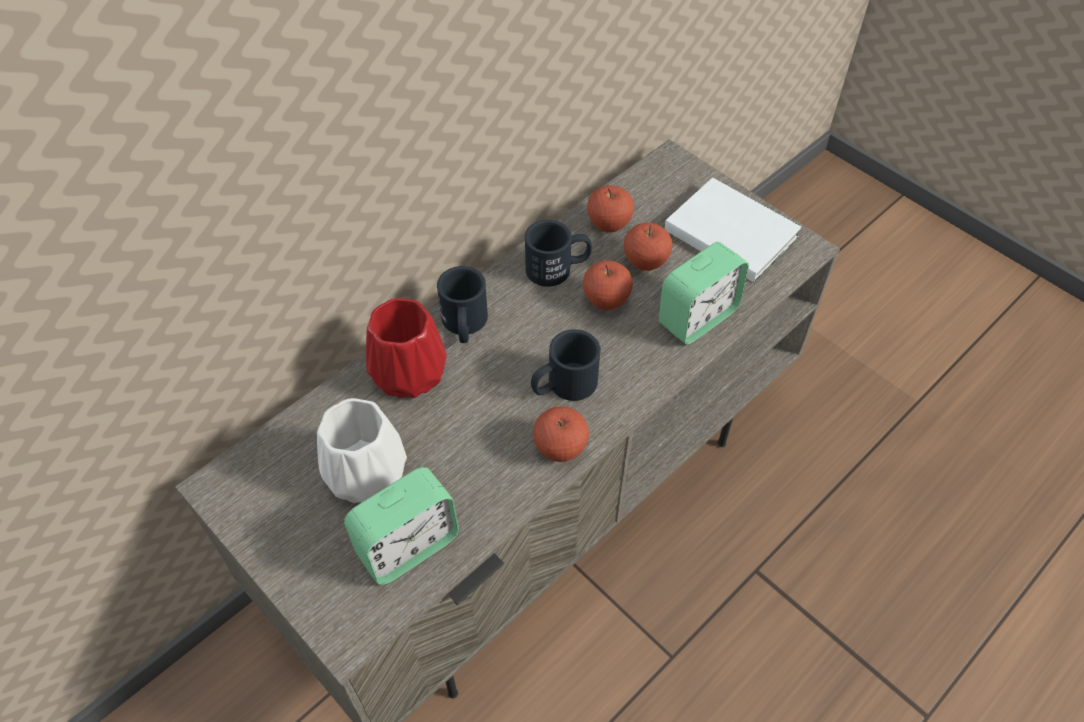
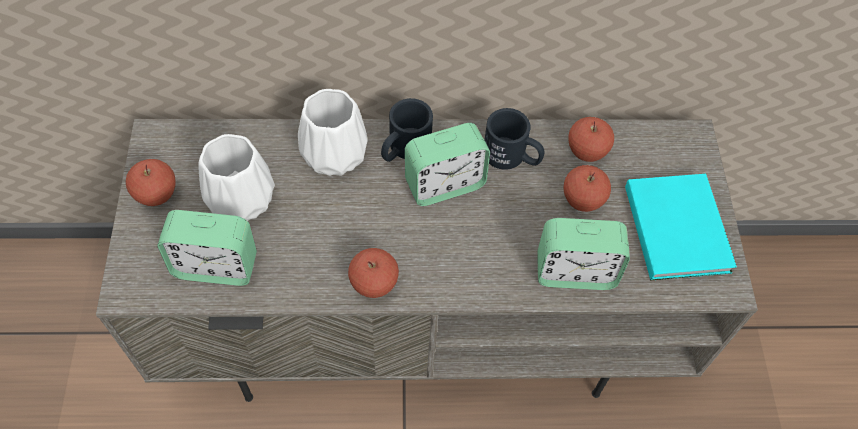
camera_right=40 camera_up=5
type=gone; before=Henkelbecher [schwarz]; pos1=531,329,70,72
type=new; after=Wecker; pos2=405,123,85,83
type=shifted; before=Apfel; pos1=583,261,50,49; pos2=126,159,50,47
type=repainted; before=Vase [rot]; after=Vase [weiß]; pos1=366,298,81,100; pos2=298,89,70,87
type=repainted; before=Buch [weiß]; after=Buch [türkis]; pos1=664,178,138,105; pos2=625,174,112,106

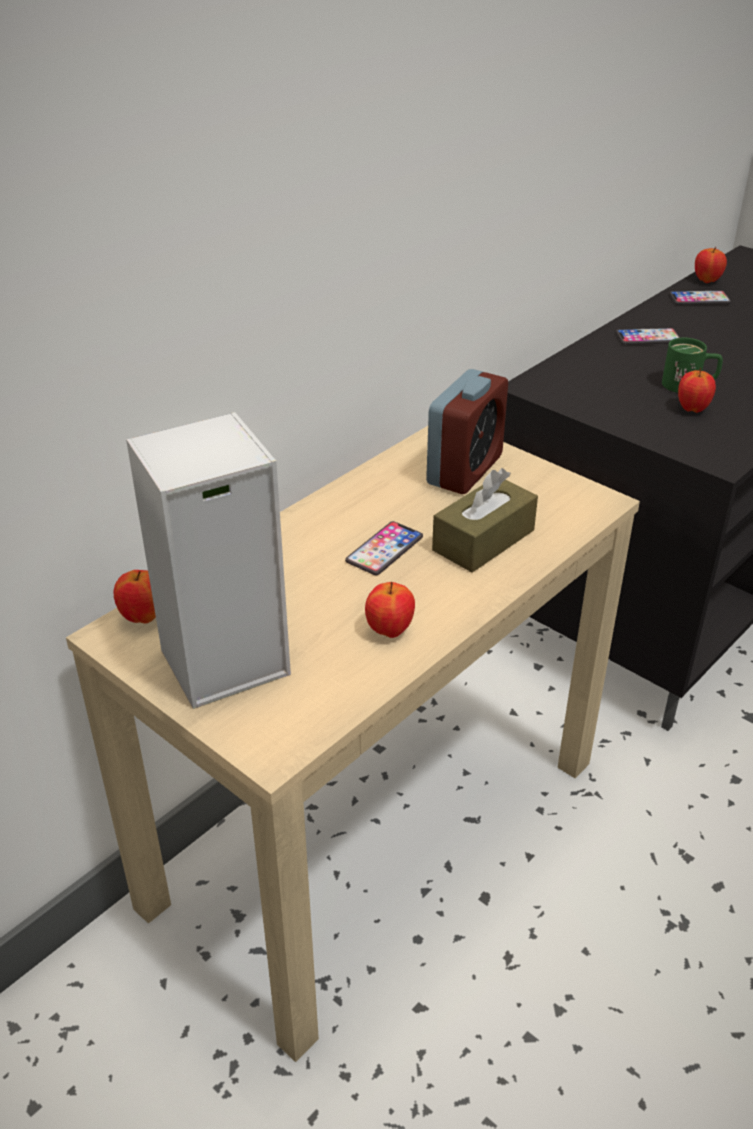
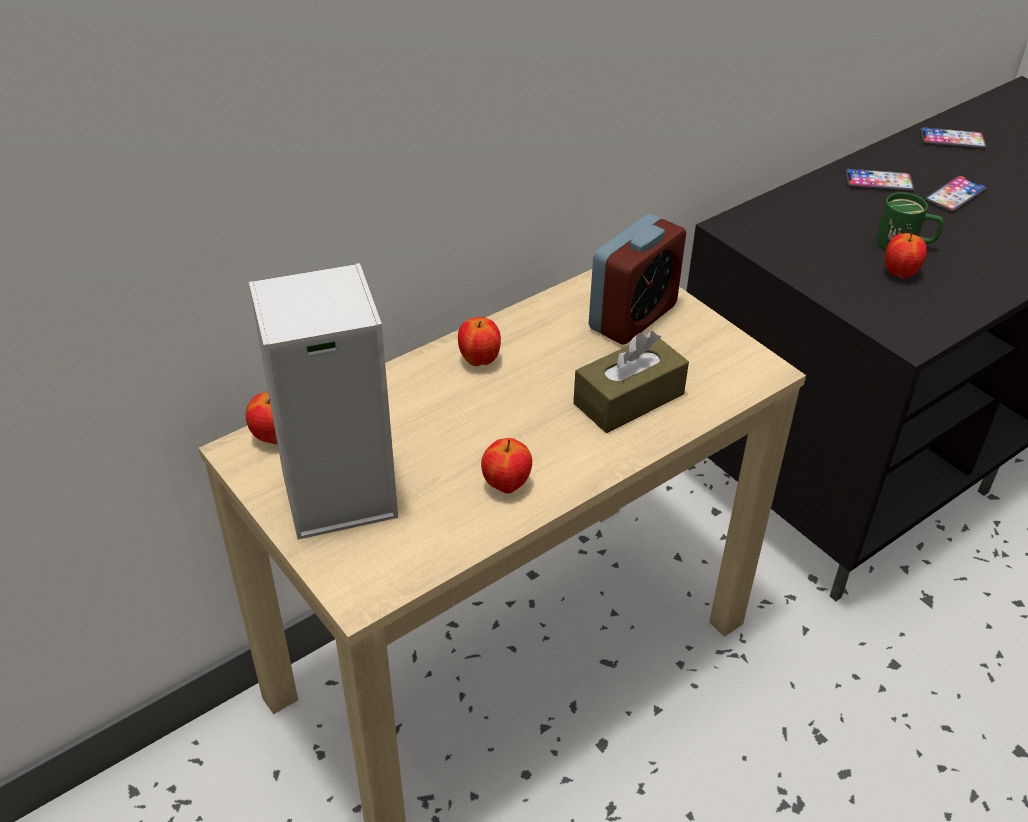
camera_right=10 camera_up=5
type=shifted; before=Handy; pos1=345,521,78,54; pos2=925,176,62,37
type=shifted; before=Apfel; pos1=695,247,32,36; pos2=458,317,43,49

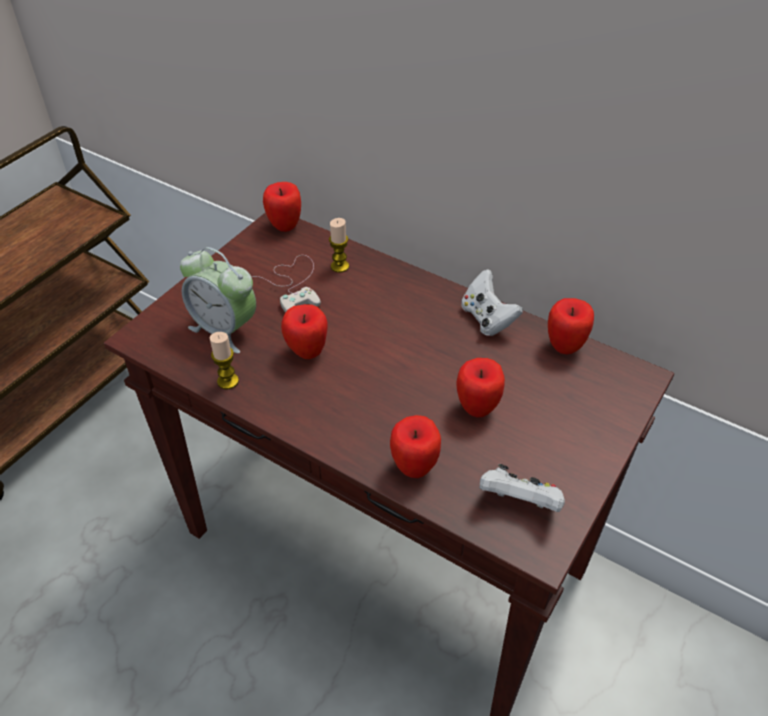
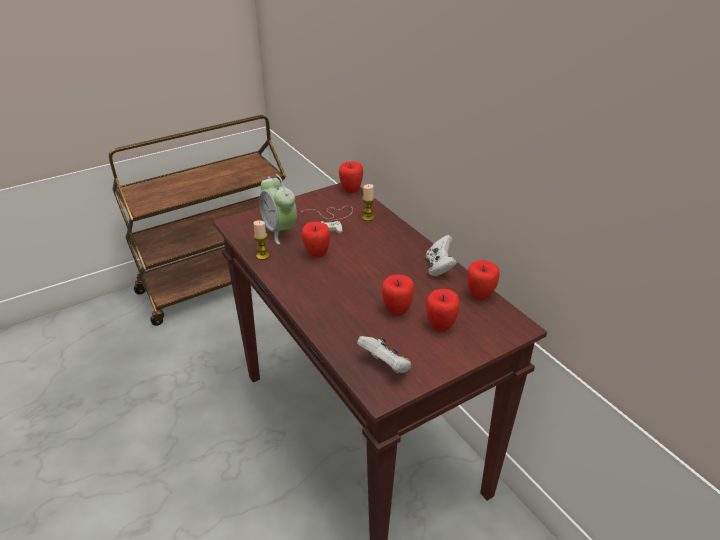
camera_right=25 camera_up=-10
type=shifted; before=Apfel; pos1=390,415,51,63; pos2=426,289,33,42

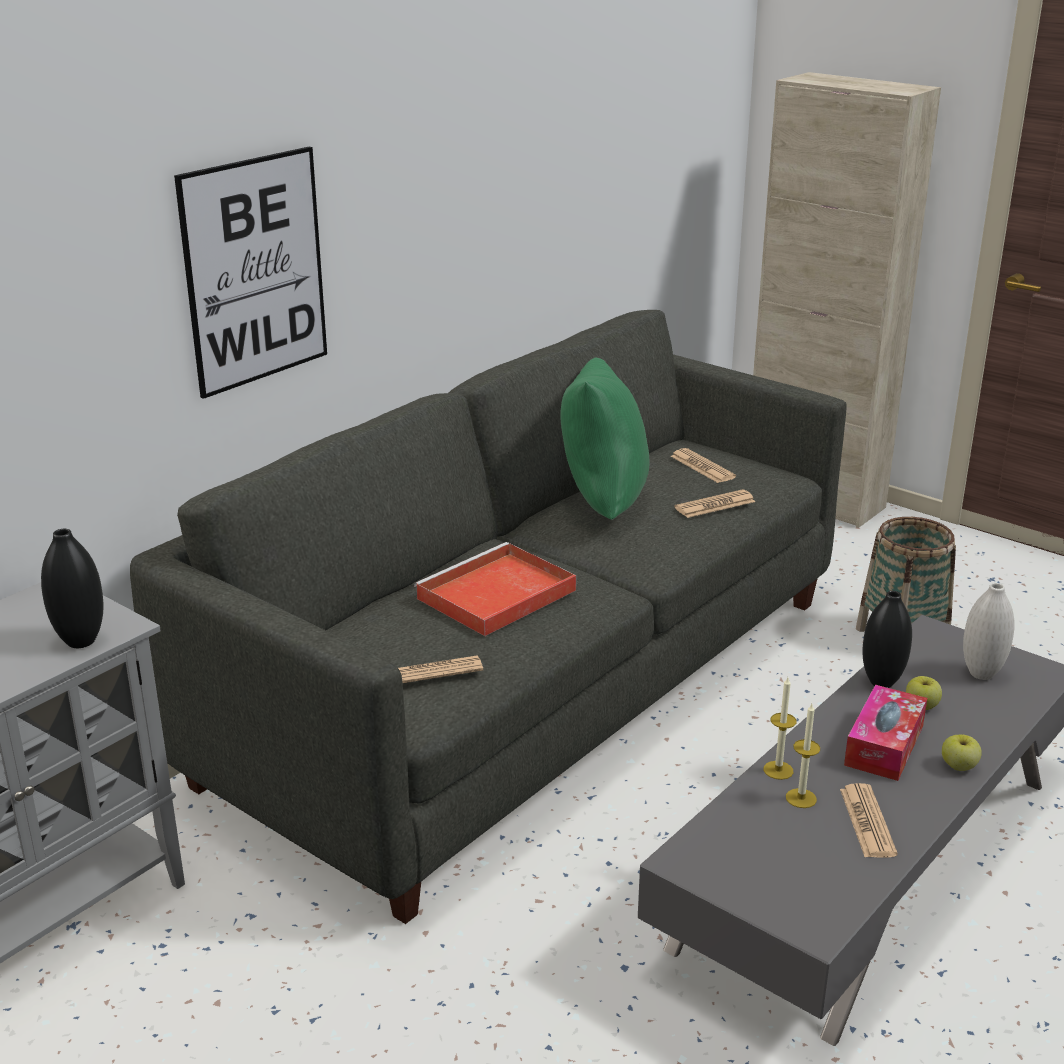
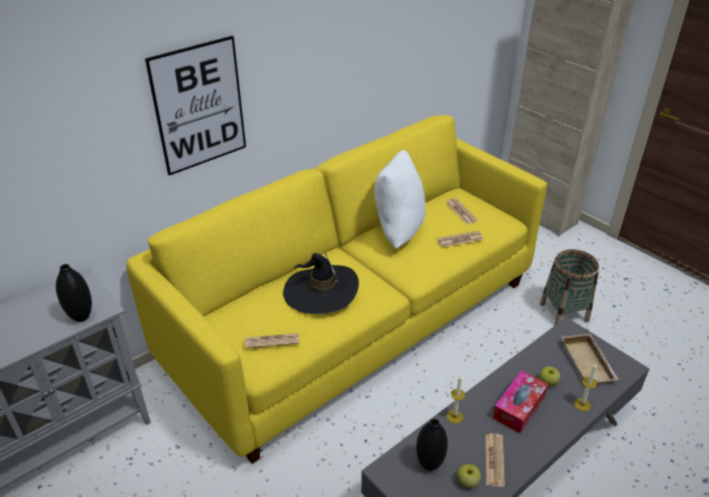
camera_right=10 camera_up=10
type=shifted; before=Kerze; pos1=786,704,34,104; pos2=574,363,23,48
type=shifted; before=Vase [schwarz]; pos1=862,591,50,97; pos2=416,419,32,52
type=shifted; before=Apfel; pos1=942,735,40,36; pos2=457,464,24,24
type=swapped; before=Tablett [rot]; after=Hut [schwarz]; pos1=414,542,162,94; pos2=283,251,76,63
type=swapped; before=Vase [weiß]; after=Tablett [beige]; pos1=963,583,52,97; pos2=562,334,57,51
type=repainted; before=Sofa [grau]; after=Sofa [gelb]; pos1=130,310,717,614; pos2=127,115,420,349
type=repainted; before=Kissen [grün]; after=Kissen [weiß]; pos1=560,357,90,163; pos2=374,150,52,99

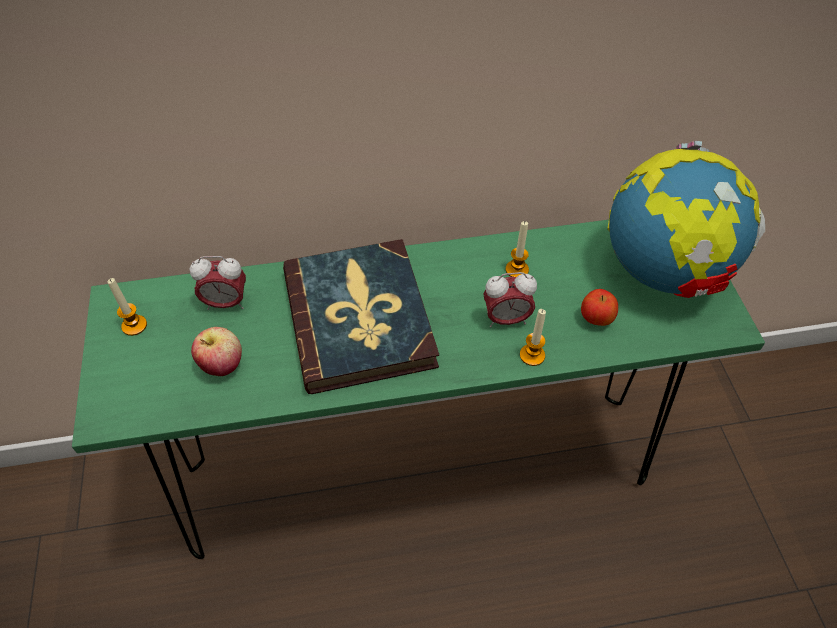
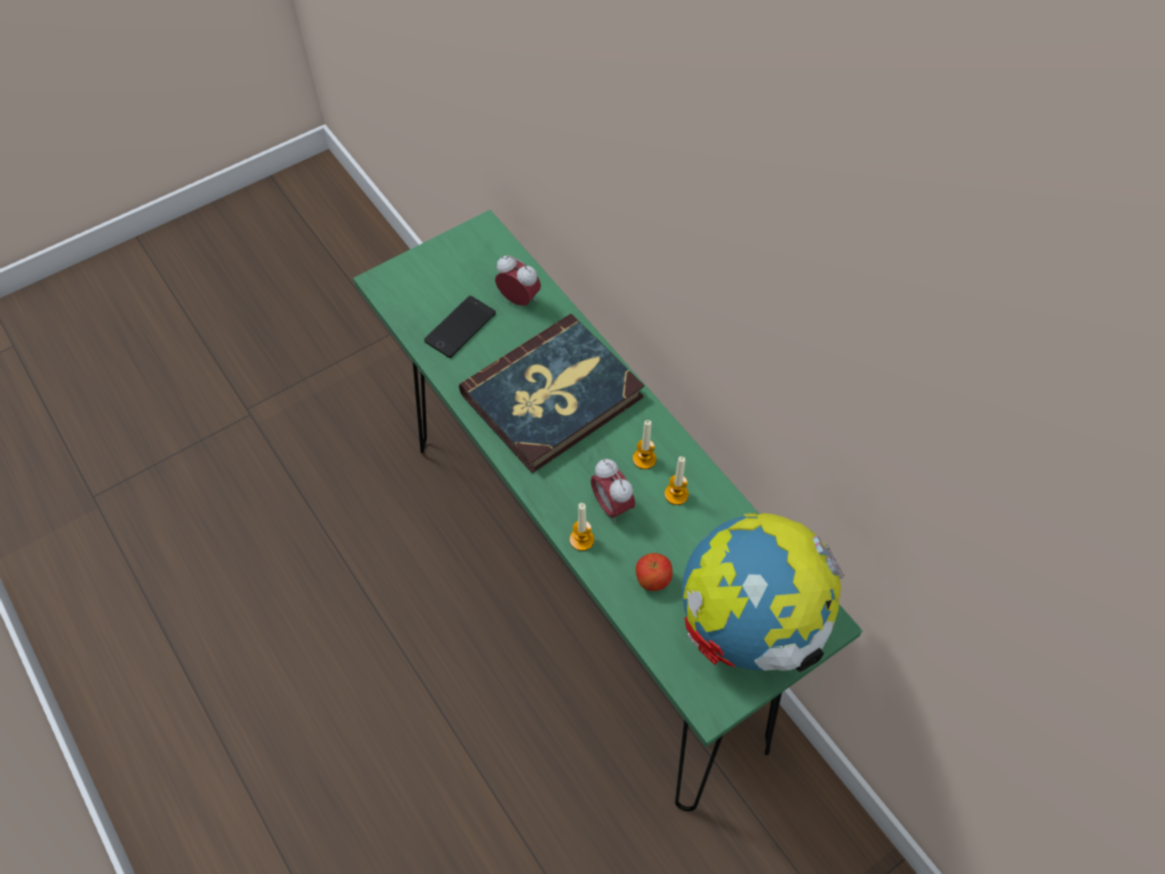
camera_right=65 camera_up=5
type=shifted; before=Kerze; pos1=108,278,39,58; pos2=633,420,24,49
type=swapped; before=Apfel; after=Handy; pos1=191,327,51,49; pos2=424,296,72,62
type=rotated; before=Wecker; pos1=190,256,56,54; pos2=495,255,46,51; turn=150

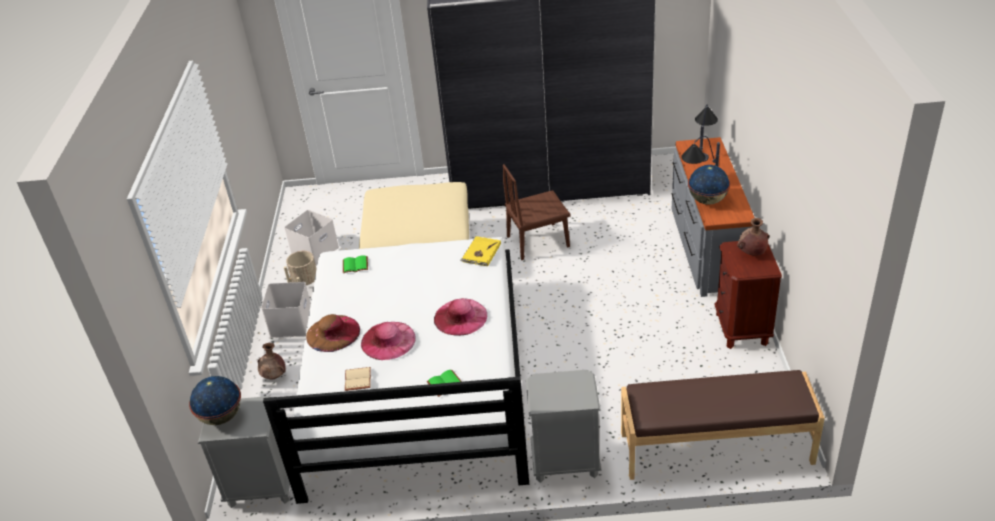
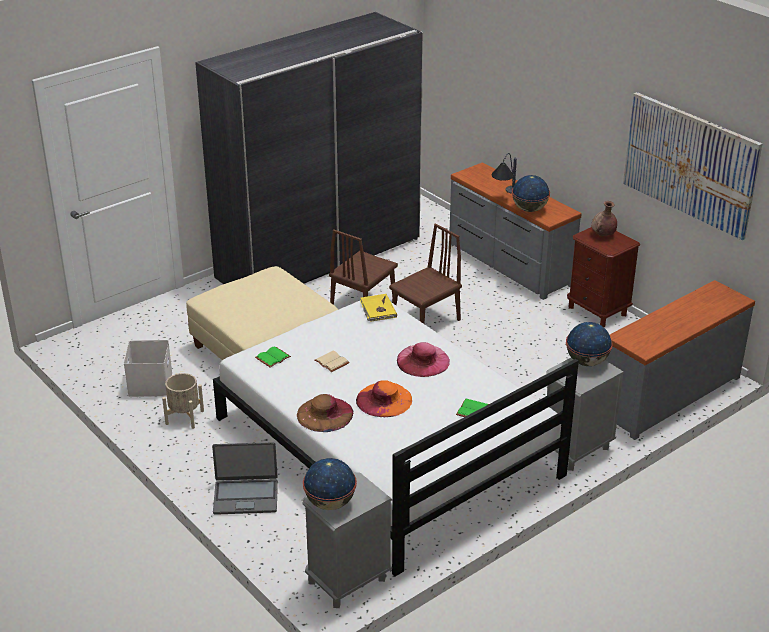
camera_right=-40 camera_up=-5
type=gone; before=Aufbewahrungsbox [weiß]; pos1=261,282,50,56
type=gone; before=Tischlampe; pos1=695,104,23,58
type=new; after=Stuhl [braun]; pos2=389,223,73,101
type=new; after=Globus; pos2=566,322,47,44
type=new; after=Bild; pos2=623,92,139,148
type=shifted; before=Buch [beige]; pos1=345,367,26,24; pos2=314,351,36,21
type=swapped; before=Vase [braun]; after=Laptop; pos1=258,343,28,36; pos2=212,442,66,73
type=swapped; before=Bank [braun]; after=Kommode [grau]; pos1=621,370,204,110; pos2=605,280,150,160
type=repainted; before=Hut [rosa]; after=Hut [orange]; pos1=361,322,55,38; pos2=356,380,56,37

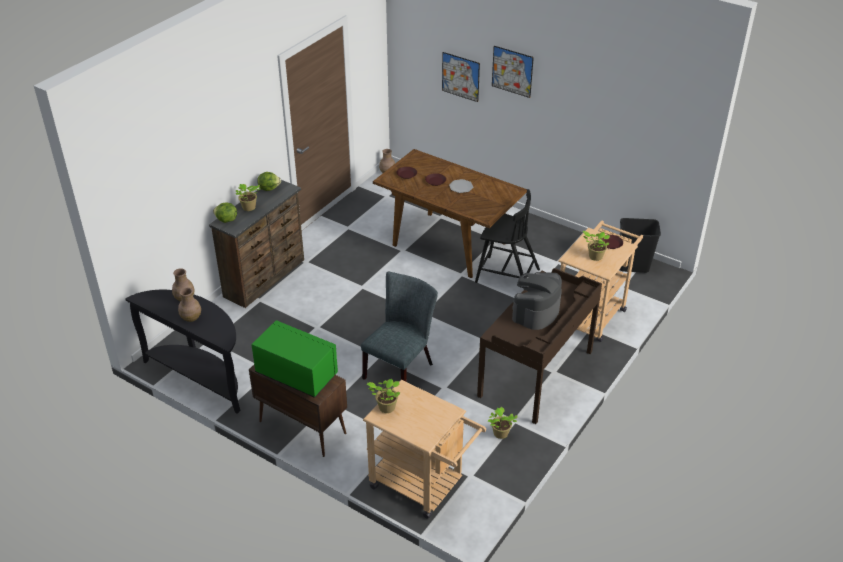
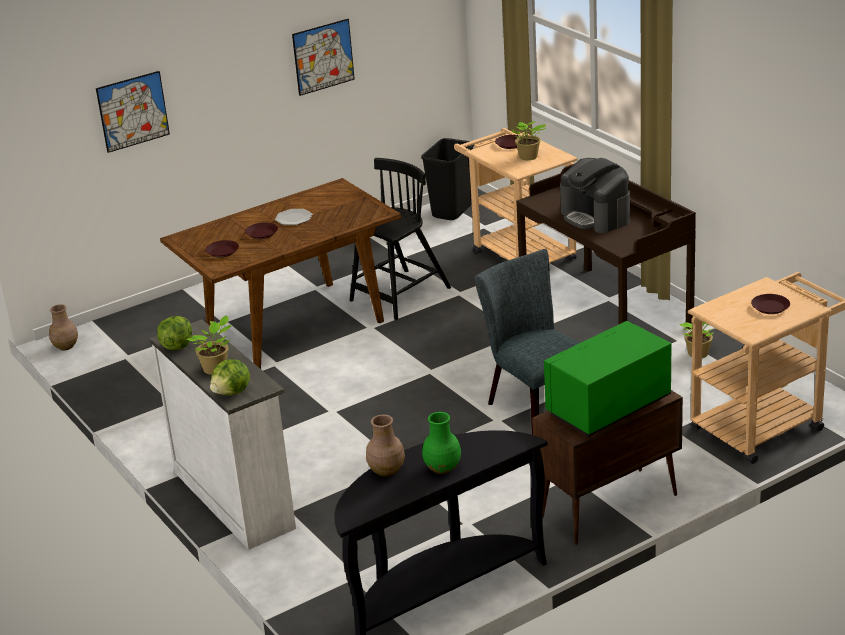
camera_right=-65 camera_up=-10
type=gone; before=Topfpflanze; pos1=367,378,33,35
type=new; after=Teller [braun]; pos2=751,294,39,20
type=shifted; before=Bild; pos1=492,46,42,52; pos2=292,19,63,77
type=repainted; before=Vase [braun]; after=Vase [grün]; pos1=178,288,23,34; pos2=422,412,39,62
type=repainted; before=Kommode [braun]; after=Kommode [weiß]; pos1=209,180,95,128; pos2=149,319,147,231

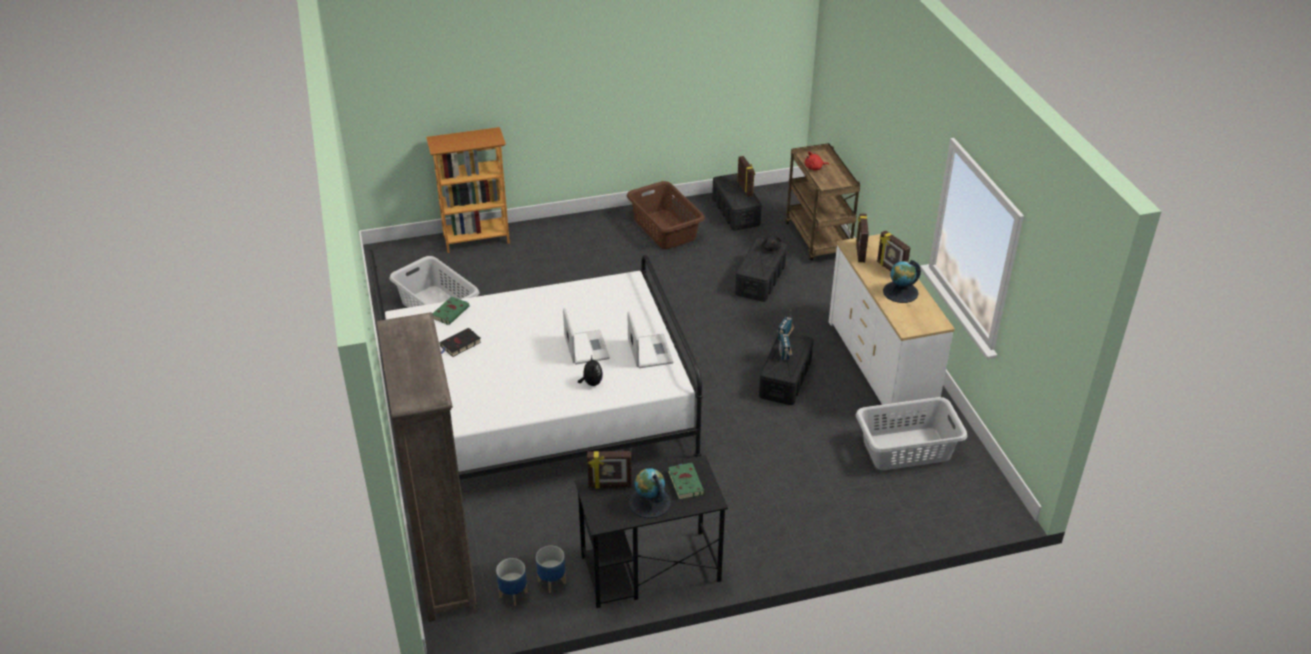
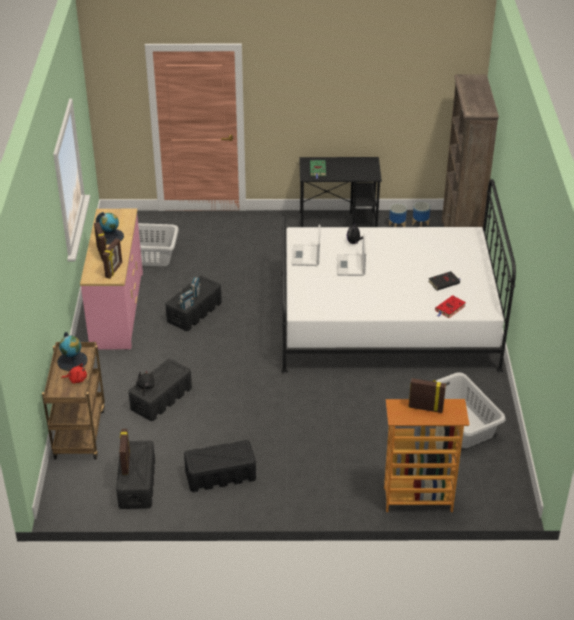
camera_right=-165 camera_up=0
type=shifted; before=Bilderrahmen; pos1=587,451,45,37; pos2=408,378,38,35
type=shifted; before=Globus; pos1=629,468,42,50; pos2=57,332,31,39
type=swapped; before=Wäschekorb [braun]; after=Aufbewahrungsbox [schwarz]; pos1=627,181,78,68; pos2=184,440,72,52
type=repainted; before=Buch [grün]; after=Buch [rot]; pos1=433,296,37,29; pos2=435,295,31,23
type=repainted; before=Kommode [weiß]; after=Kommode [rosa]; pos1=829,234,126,187; pos2=80,209,63,141

